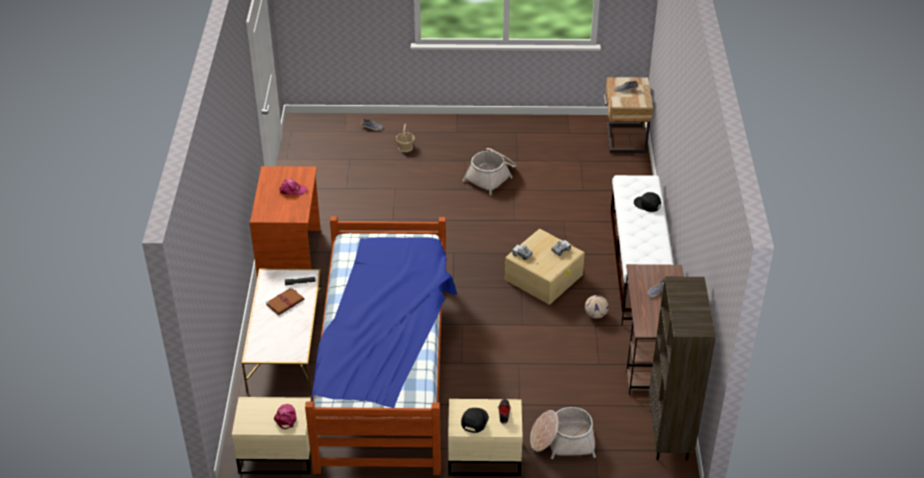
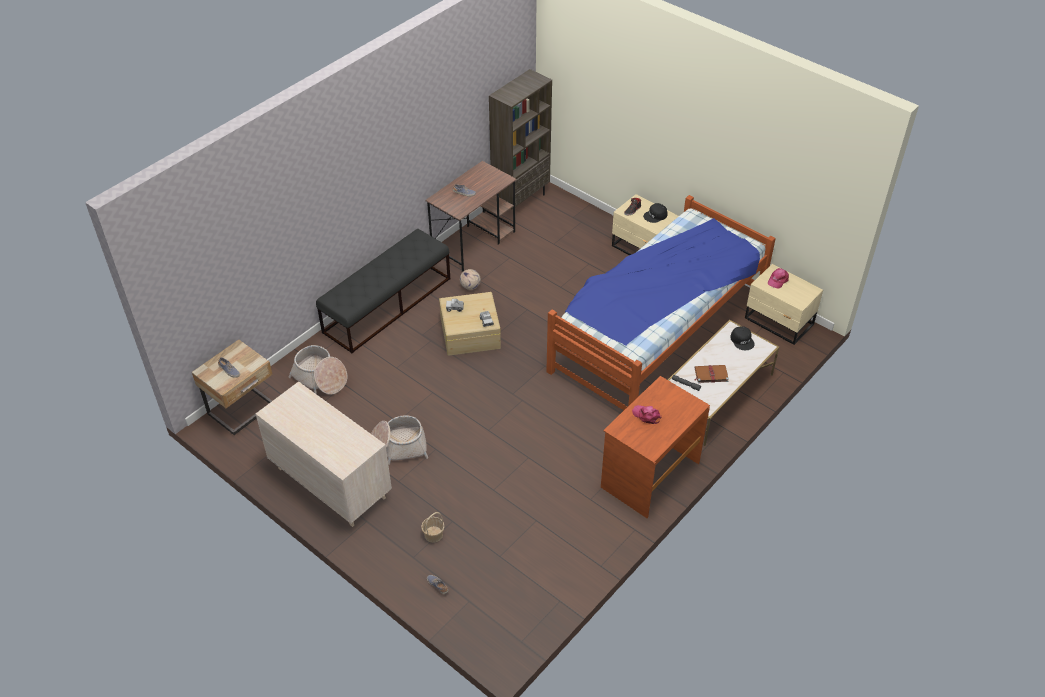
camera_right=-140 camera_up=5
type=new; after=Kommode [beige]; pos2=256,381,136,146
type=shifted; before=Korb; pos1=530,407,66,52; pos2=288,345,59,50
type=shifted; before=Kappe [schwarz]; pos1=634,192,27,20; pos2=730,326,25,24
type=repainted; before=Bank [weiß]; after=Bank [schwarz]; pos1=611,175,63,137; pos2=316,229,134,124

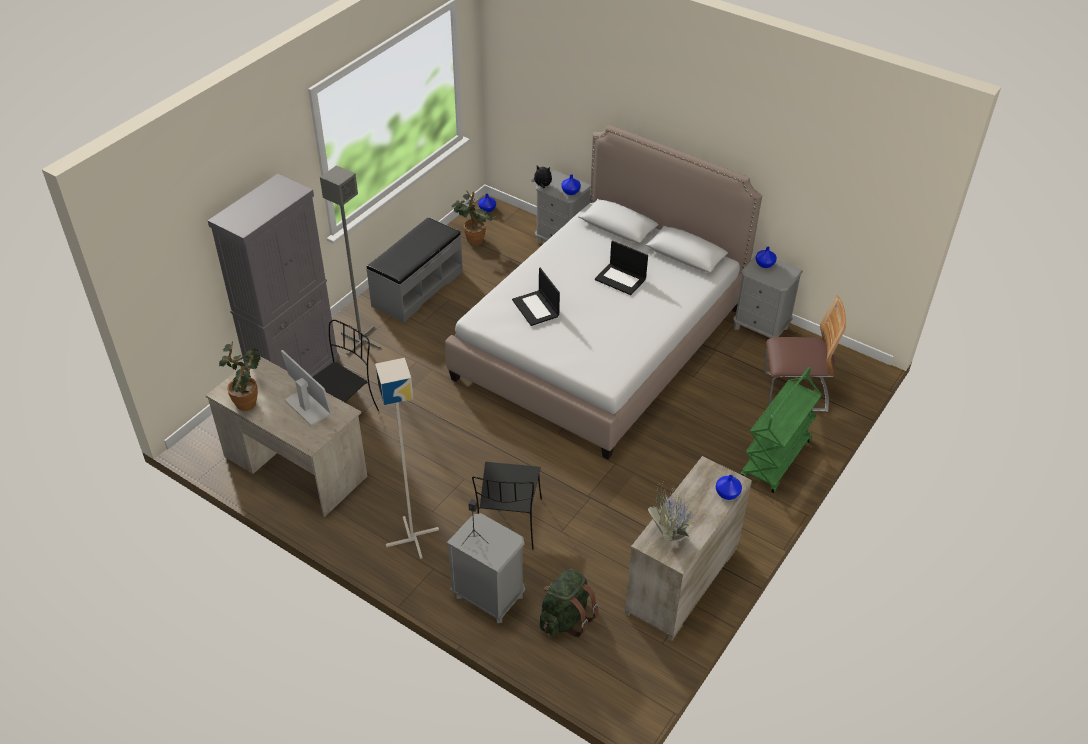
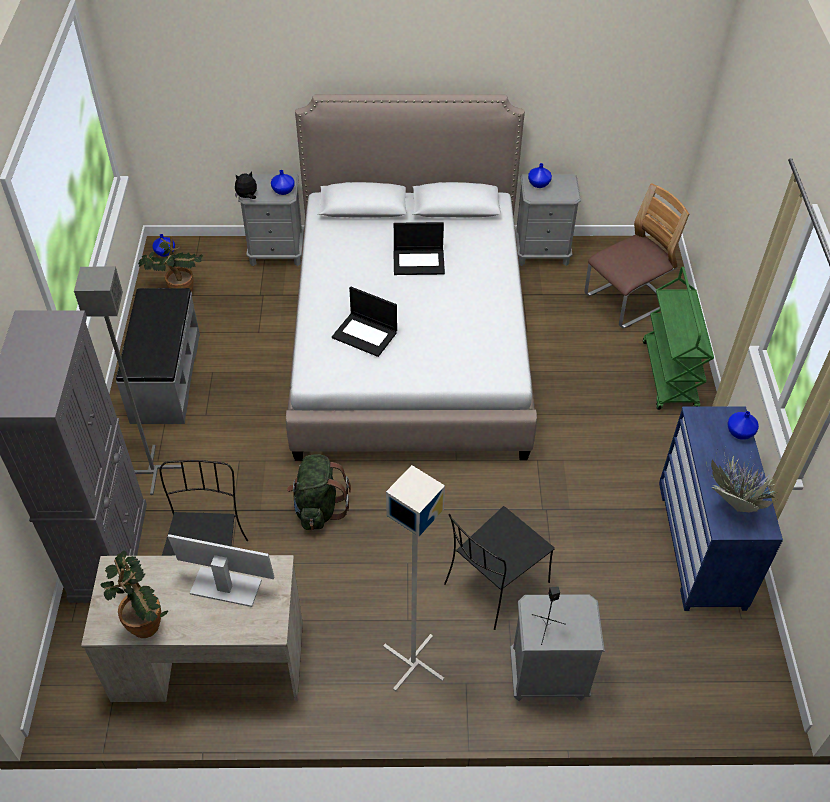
camera_right=-35 camera_up=5
type=shifted; before=Rucksack [grün]; pos1=540,569,59,68; pos2=287,454,64,76
type=repainted; before=Kommode [beige]; after=Kommode [blau]; pos1=625,456,127,185; pos2=659,406,124,205
type=rotated; before=Stuhl [schwarz]; pos1=472,462,70,88; pos2=444,506,111,124; turn=75

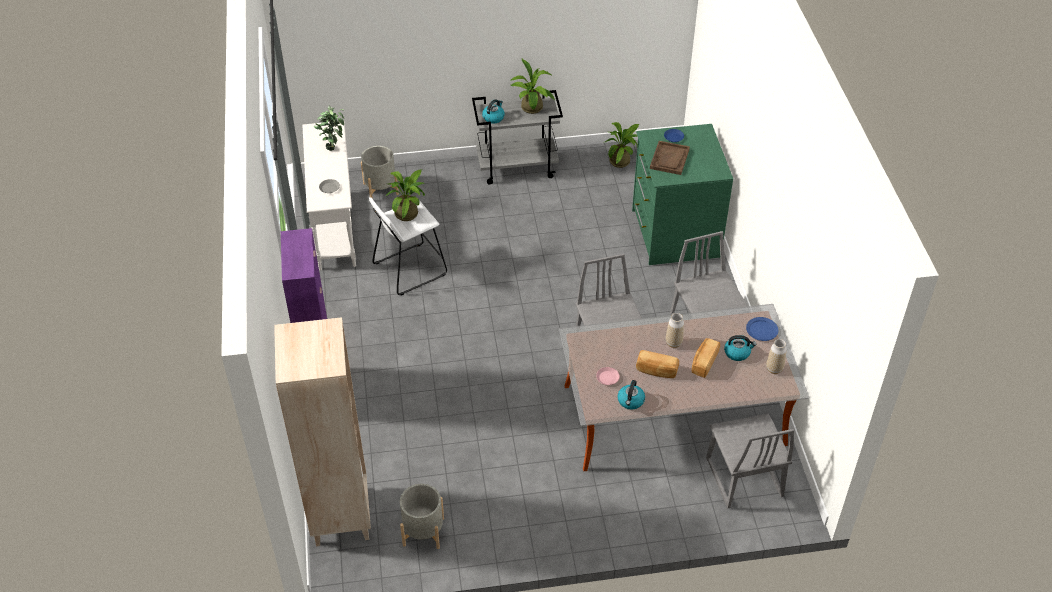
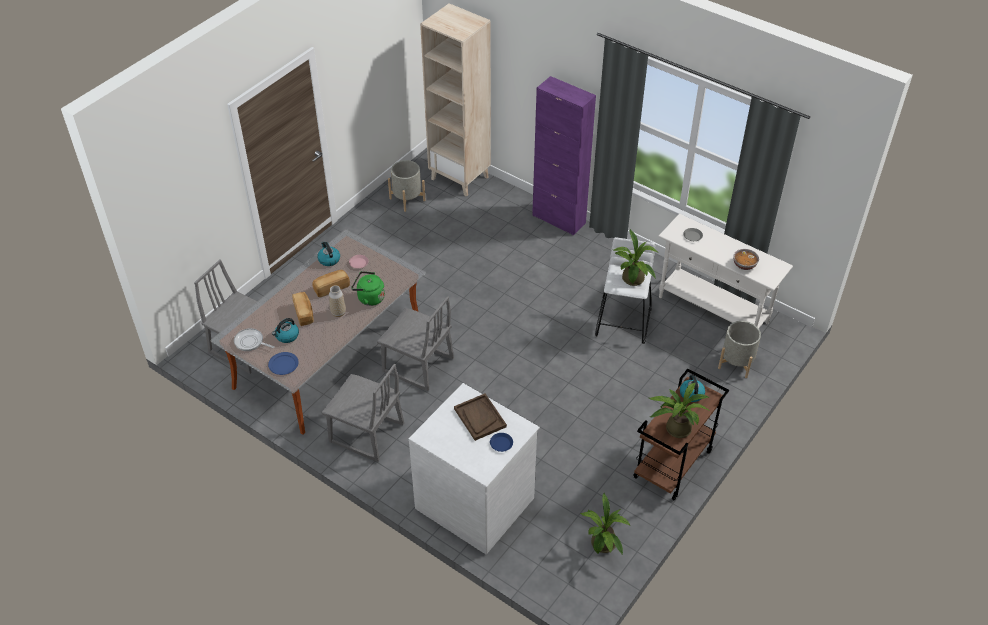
camera_right=135 camera_up=0
type=new; after=Wasserkessel [grün]; pos2=351,271,34,35
type=swapped; before=Topfpflanze; after=Schüssel; pos1=314,106,30,45; pos2=733,249,26,21
type=swapped; before=Vase; after=Pfanne; pos1=766,339,21,35; pos2=234,328,41,23
type=repainted; before=Rollwagen [grau]; after=Rollwagen [braun]; pos1=472,90,91,94; pos2=633,368,96,132
type=repainted; before=Kommode [grün]; after=Kommode [weiß]; pos1=632,124,101,141; pos2=408,383,132,172

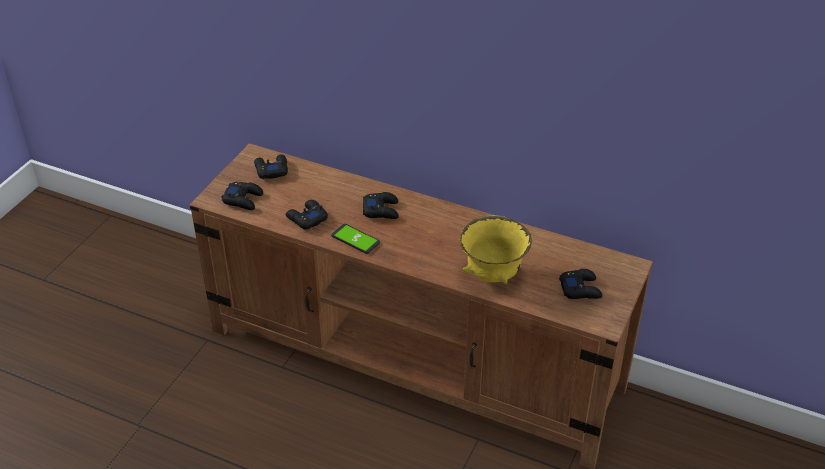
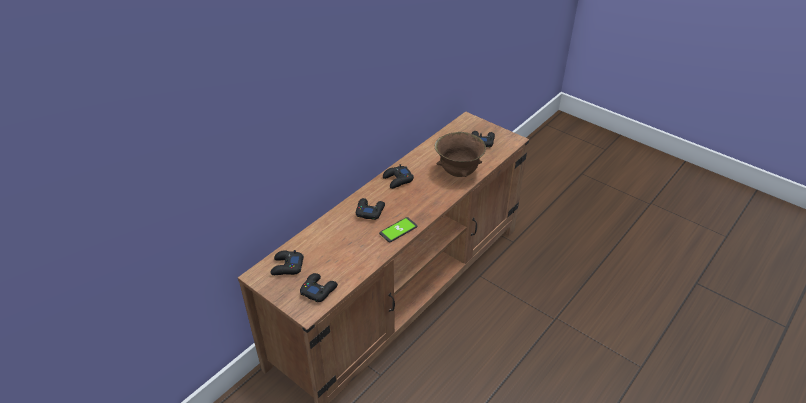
camera_right=-75 camera_up=0
type=shifted; before=Gamepad [schwarz]; pos1=286,200,42,29; pos2=383,164,31,25
type=repainted; before=Schüssel [gelb]; after=Schüssel [braun]; pos1=460,215,72,69; pos2=435,132,51,45

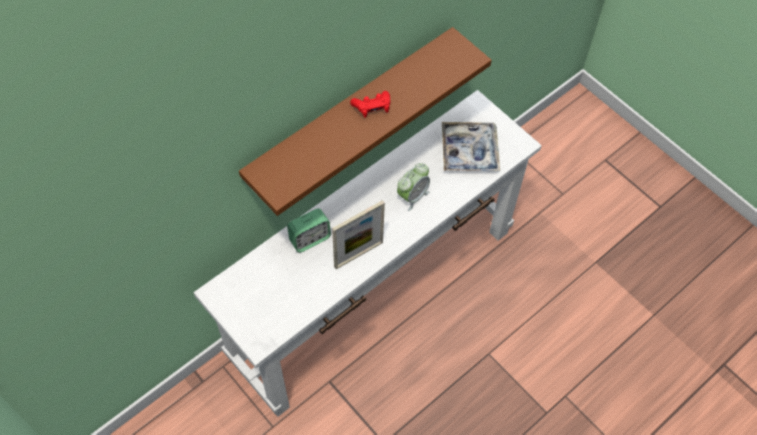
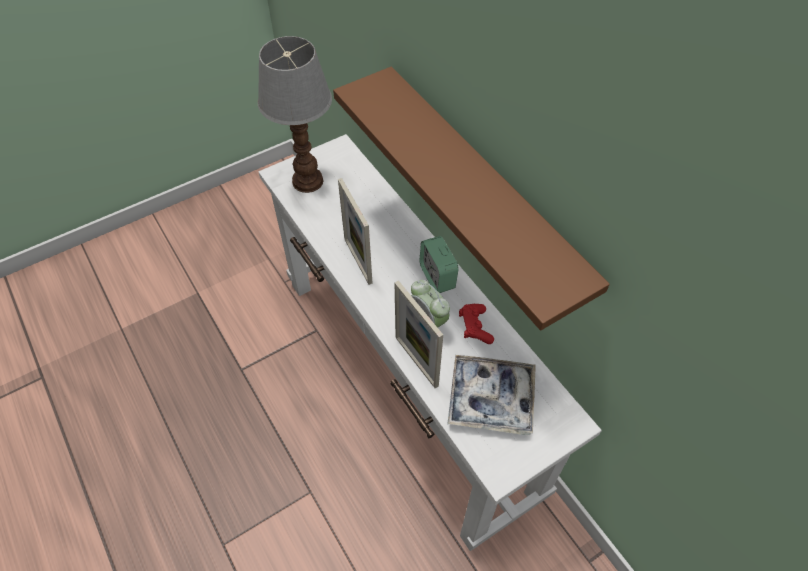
camera_right=100 camera_up=-5
type=new; after=Tischlampe; pos2=258,36,74,157
type=new; after=Bilderrahmen; pos2=395,280,48,108
type=shifted; before=Wecker; pos1=287,208,44,45; pos2=419,236,40,57
type=shifted; before=Gamepad [rot]; pos1=350,91,40,27; pos2=459,304,35,40

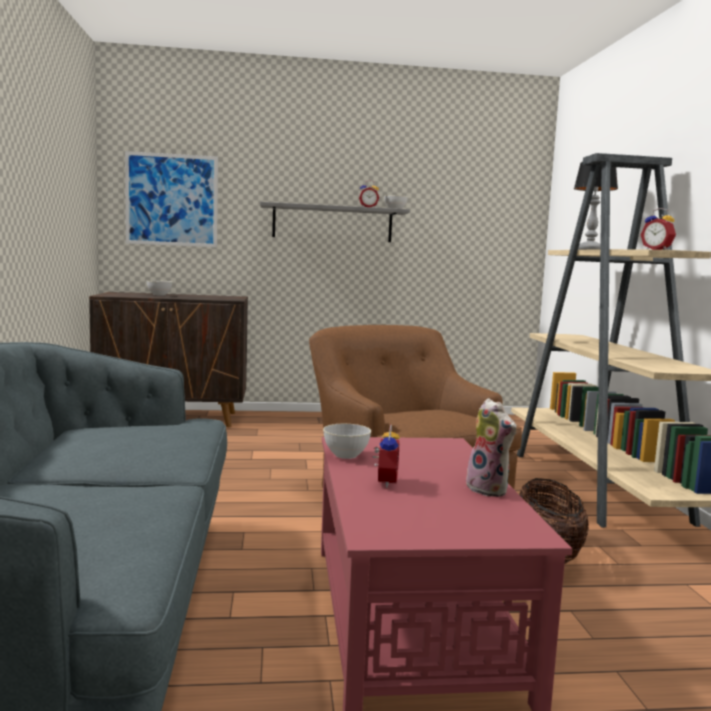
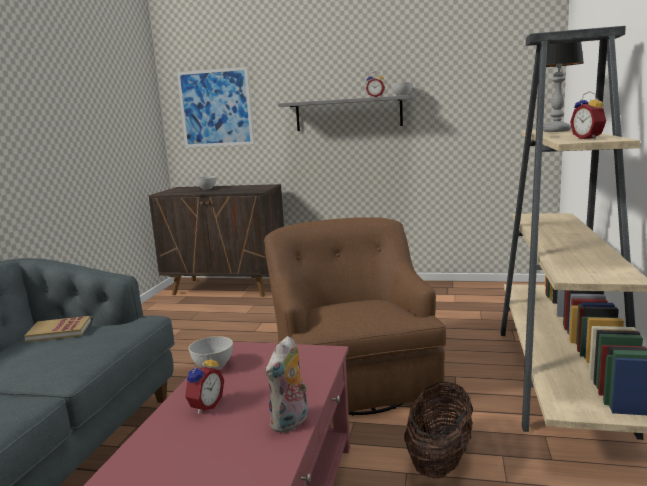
camera_right=20 camera_up=5
type=new; after=Buch; pos2=24,316,67,26
type=rotated; before=Plüschtier; pos1=466,398,51,99; pos2=266,336,42,97; turn=45

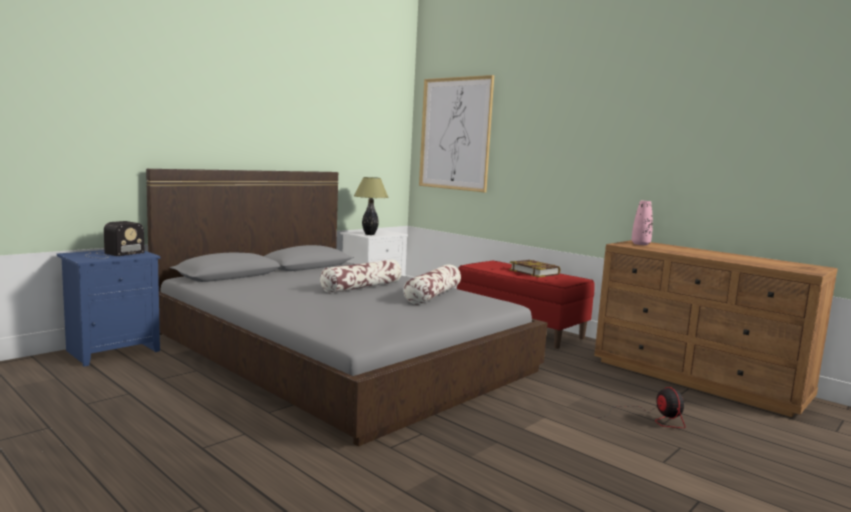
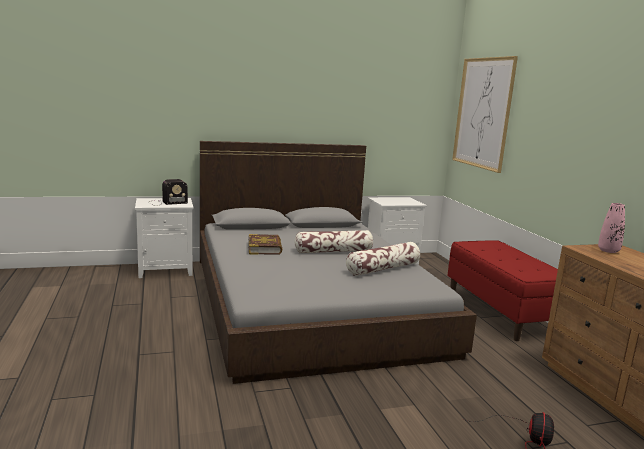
camera_right=30 camera_up=5
type=gone; before=Tischlampe; pos1=354,177,35,58
type=shifted; before=Buch; pos1=509,260,52,17; pos2=248,234,34,21
type=repainted; before=Nachttisch [blau]; after=Nachttisch [weiß]; pos1=57,250,103,117; pos2=135,198,59,80

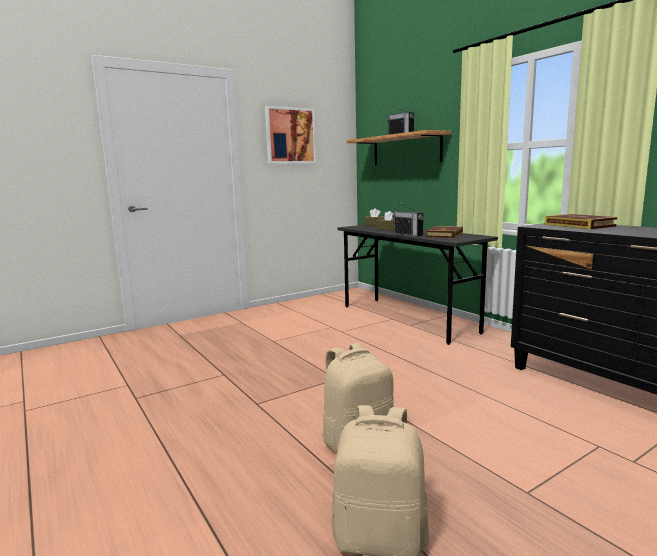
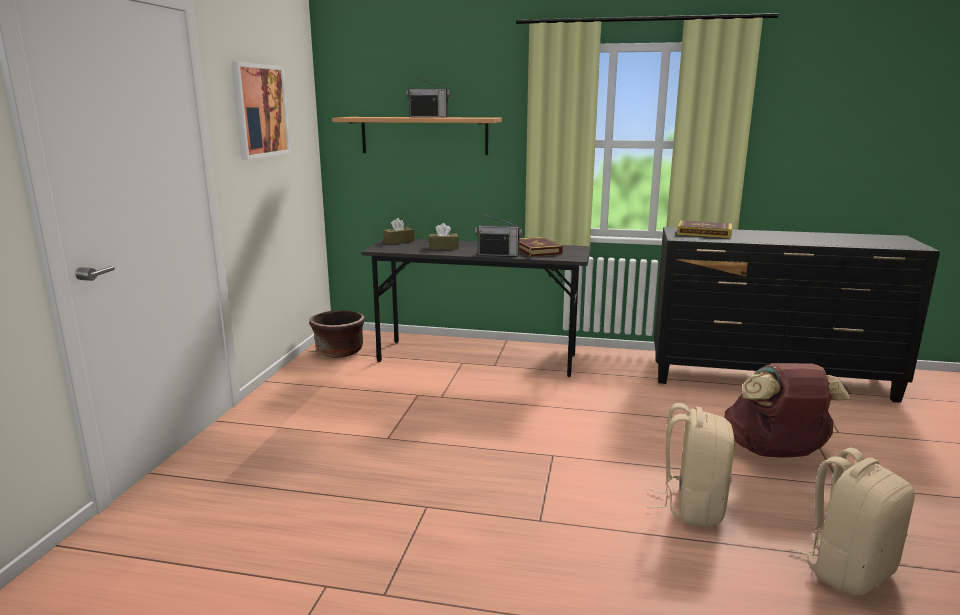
camera_right=-45 camera_up=5
type=new; after=Pflanzkübel [braun]; pos2=309,310,56,48
type=new; after=Rucksack [braun]; pos2=724,363,127,95

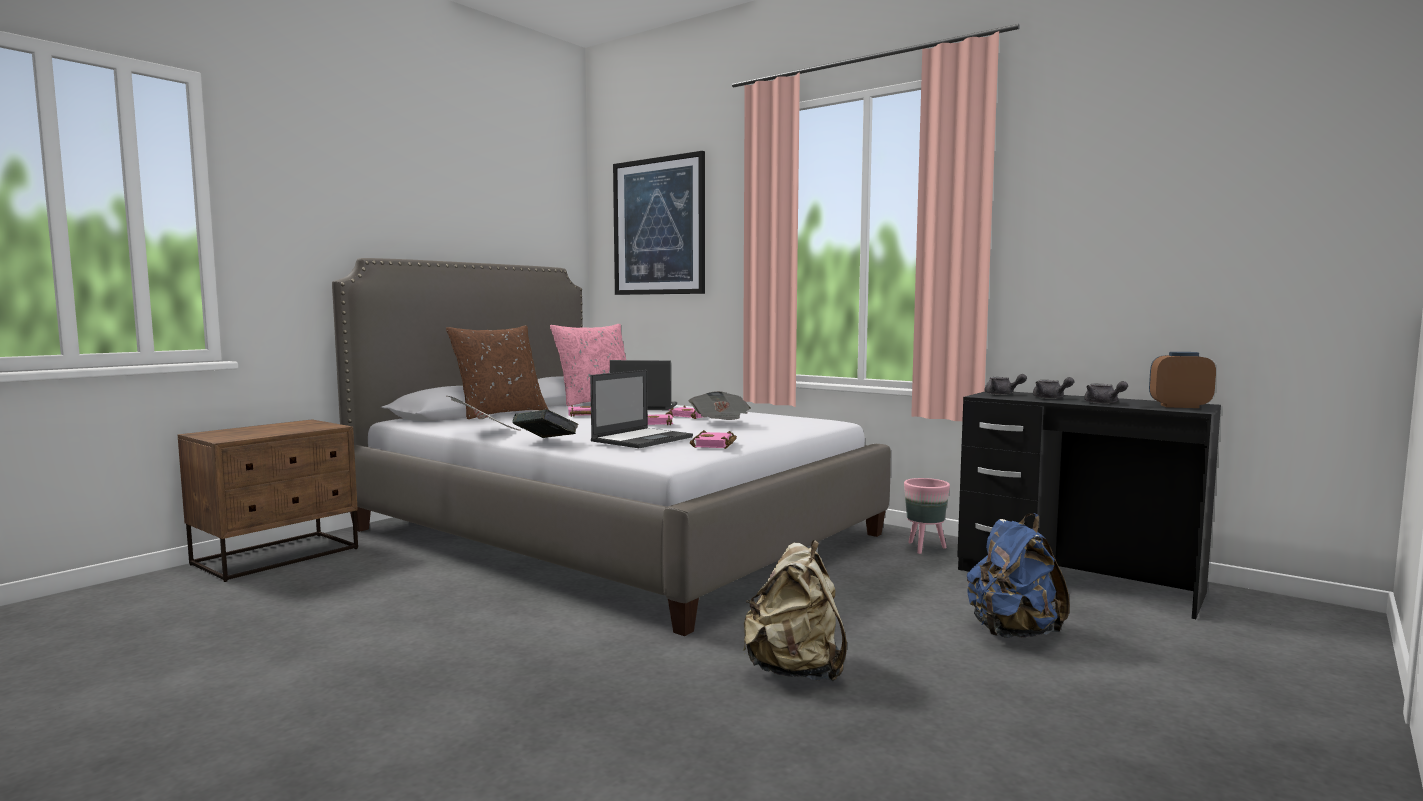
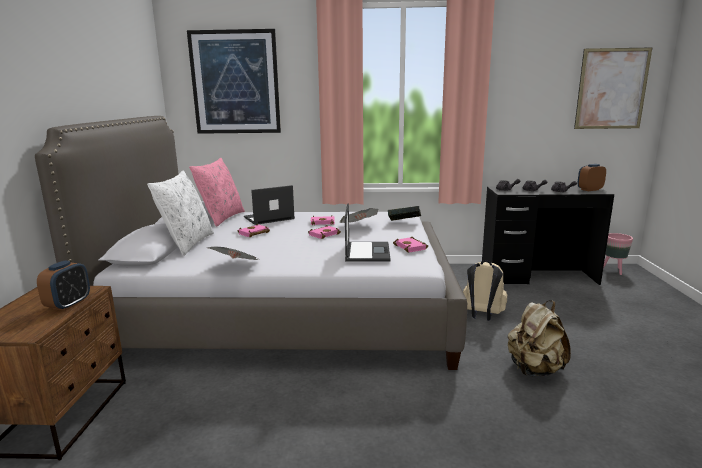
camera_right=-35 camera_up=10
type=gone; before=Rucksack [blau]; pos1=967,513,103,125
type=new; after=Wecker; pos2=37,261,53,50
type=new; after=Rucksack [beige]; pos2=463,260,44,61
type=new; after=Bild; pos2=574,47,78,82
type=shifted; before=Buch; pos1=512,409,67,29; pos2=388,206,33,15
type=shifted; before=Pflanzkübel [rosa]; pos1=904,478,46,76; pos2=603,233,30,42
type=repainted; before=Kissen [braun]; after=Kissen [weiß]; pos1=446,325,102,94; pos2=147,170,67,86

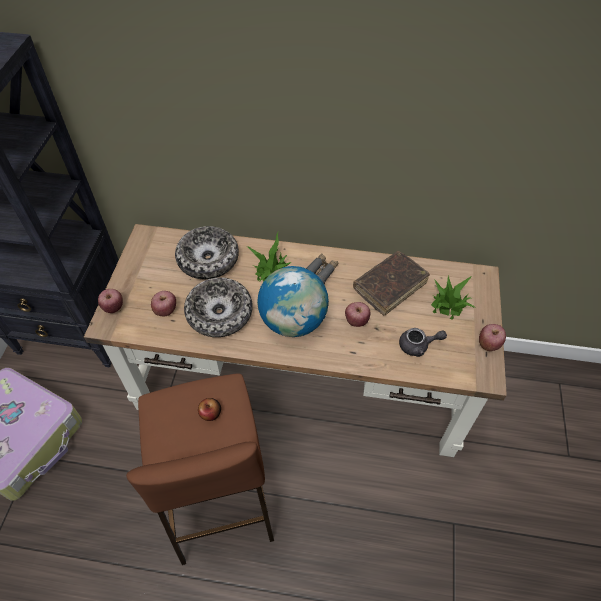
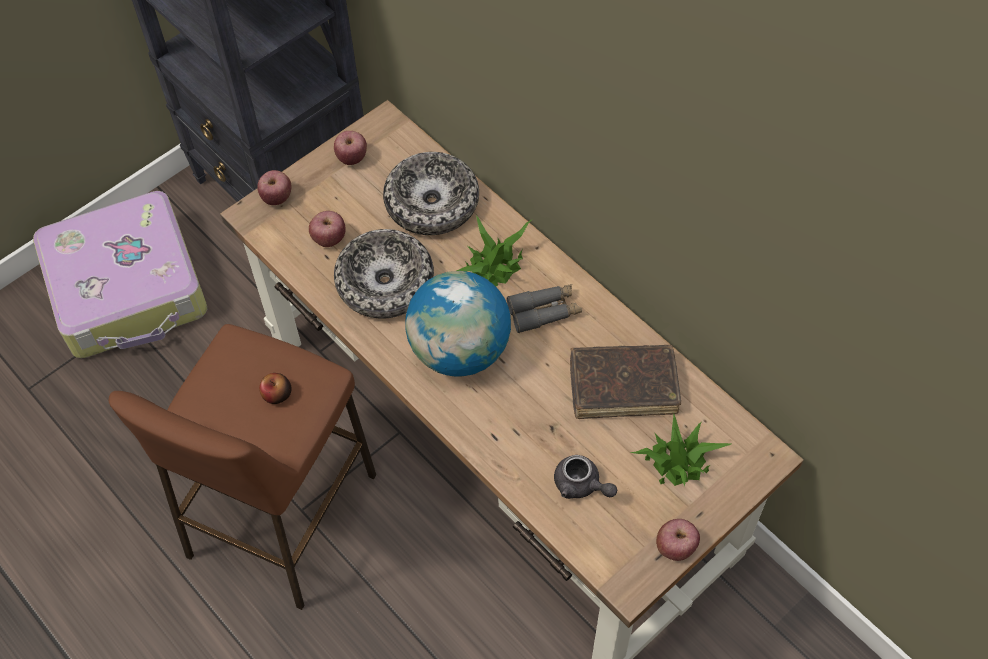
camera_right=40 camera_up=5
type=shifted; before=Apfel; pos1=345,302,26,25; pos2=334,131,33,34

